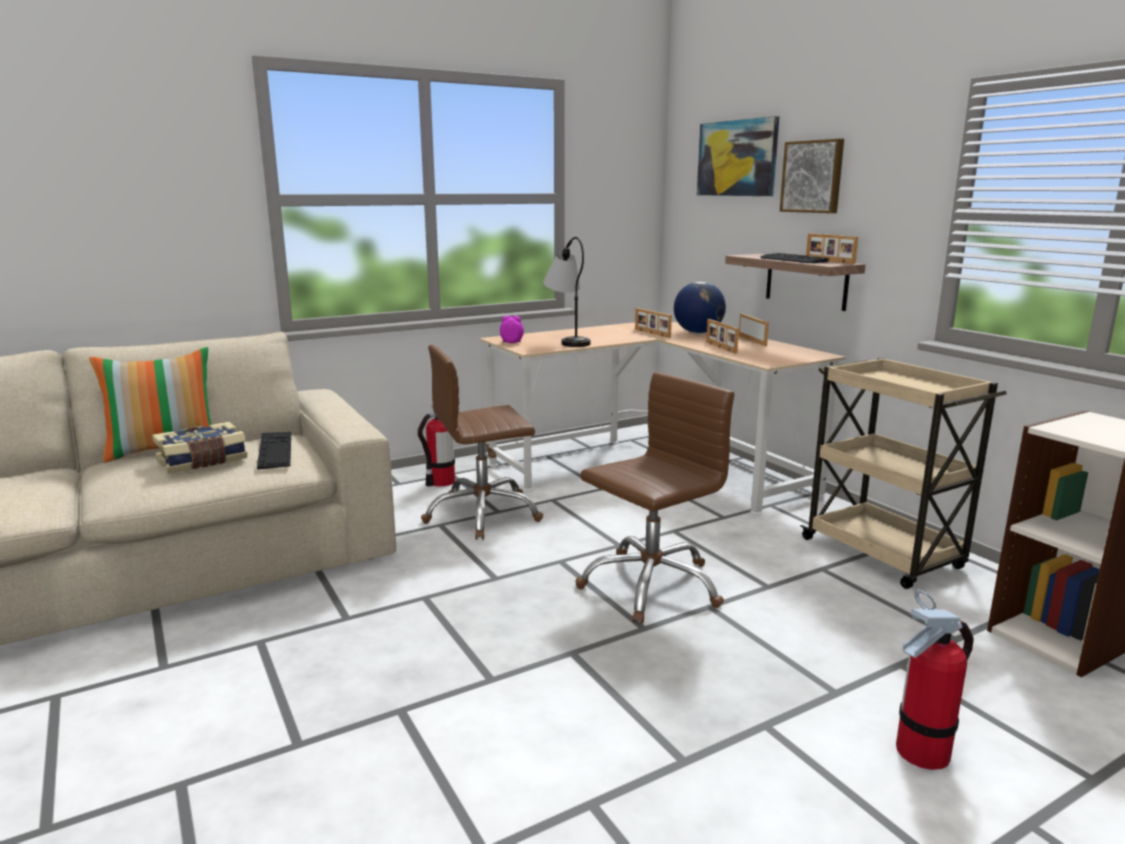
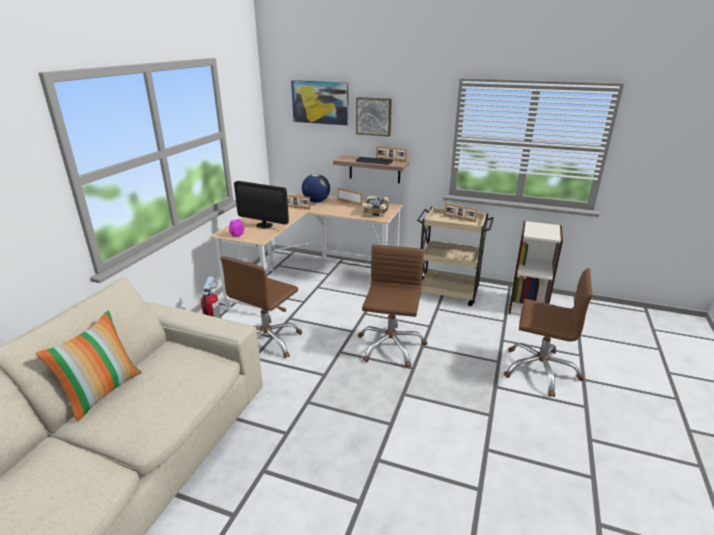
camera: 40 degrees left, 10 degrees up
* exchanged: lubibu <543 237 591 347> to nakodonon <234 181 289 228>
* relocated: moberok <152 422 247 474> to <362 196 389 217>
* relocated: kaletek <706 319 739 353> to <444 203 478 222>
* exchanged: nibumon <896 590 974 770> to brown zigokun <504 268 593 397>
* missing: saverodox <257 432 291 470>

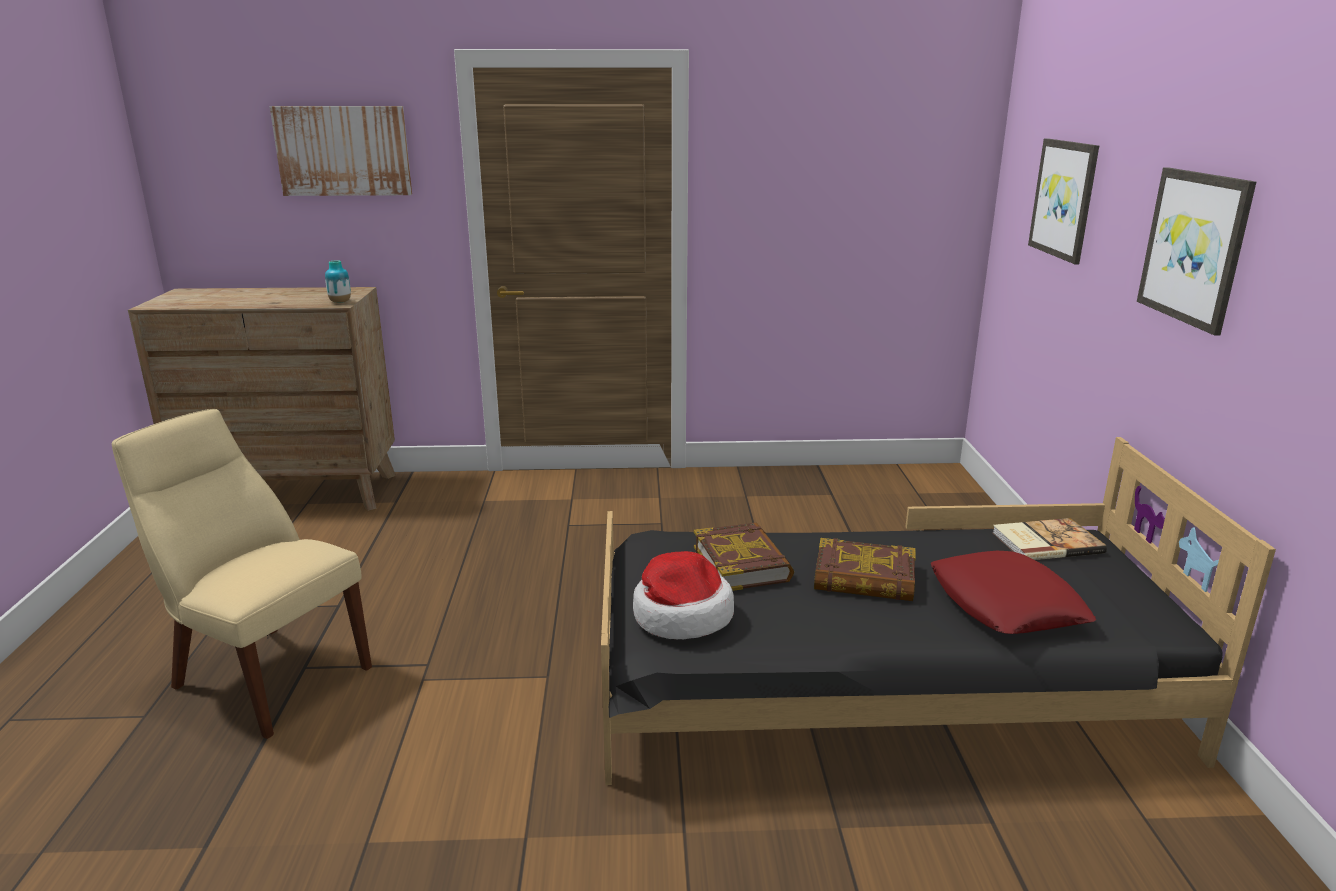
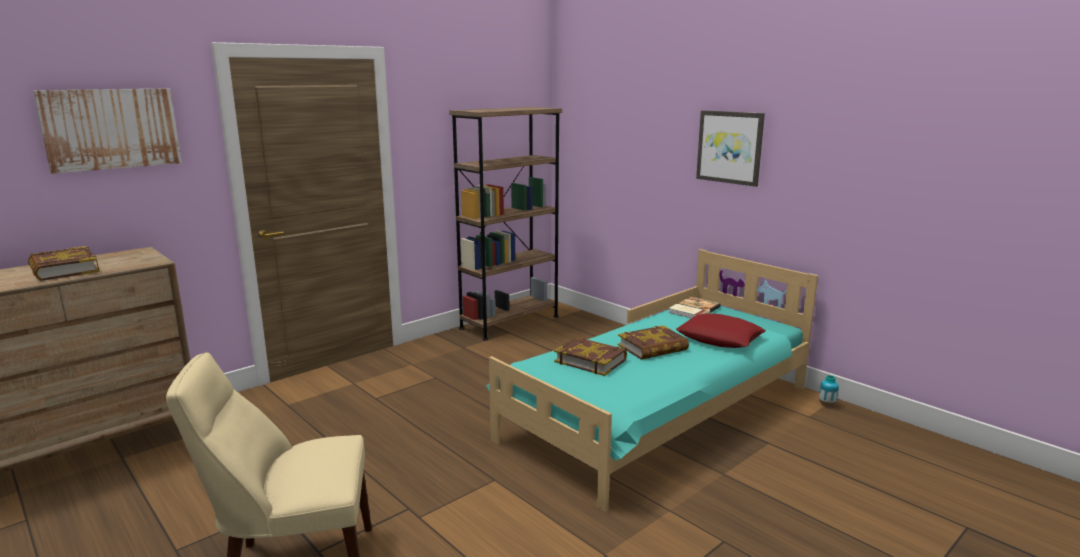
camera: 40 degrees left, 5 degrees down
* appeared: moberok <28 246 99 281>
* appeared: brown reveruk <449 107 562 341>
* colour: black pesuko <601 437 1276 785> to turquoise pesuko <487 249 818 512>
* relocated: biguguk <325 260 351 303> to <819 375 839 406>
* missing: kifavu <633 551 734 639>
* missing: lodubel <1028 138 1099 264>

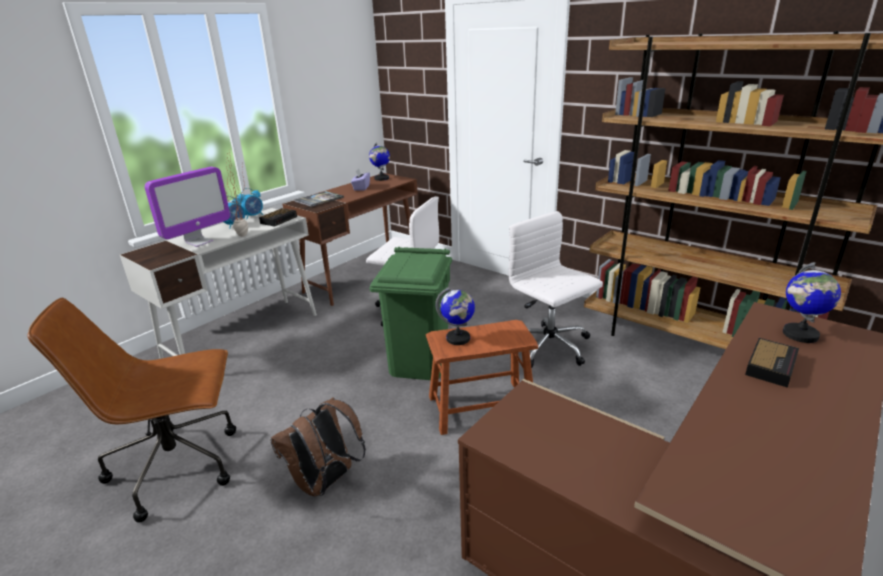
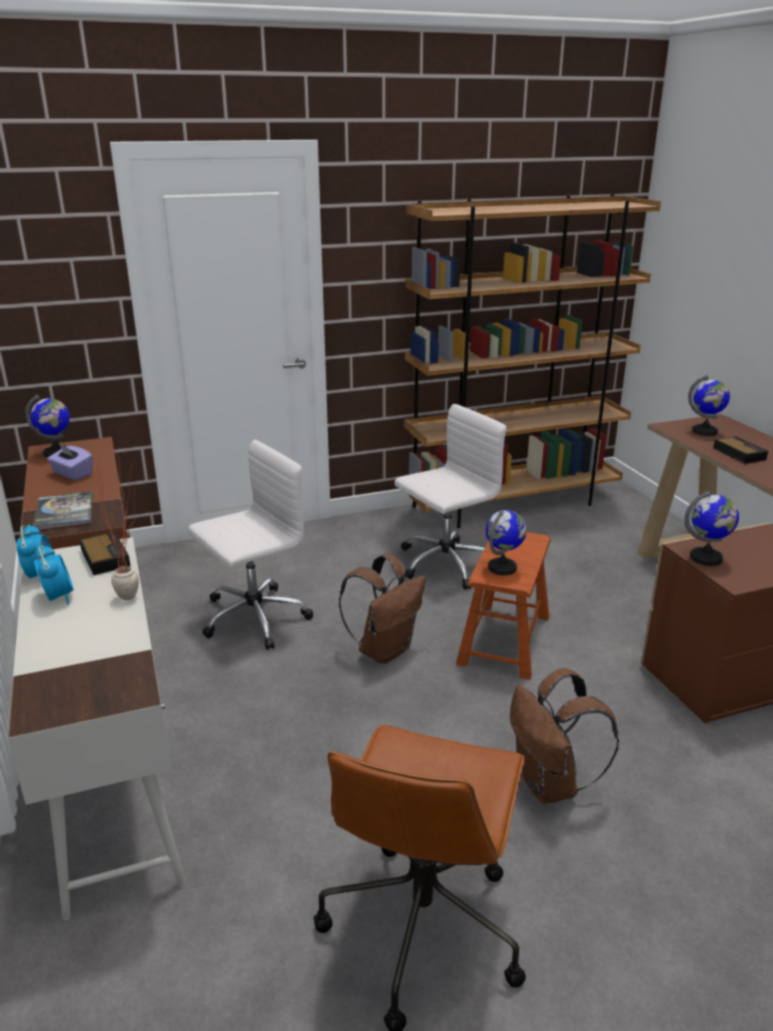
camera: 60 degrees left, 0 degrees up
* exchanged: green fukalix <370 247 452 380> to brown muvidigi <339 554 425 664>
* spun: white zigokun <509 211 603 368> = <395 404 506 590> 150 degrees clockwise
* appeared: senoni <685 491 739 566>
* missing: nakodonon <145 167 230 247>

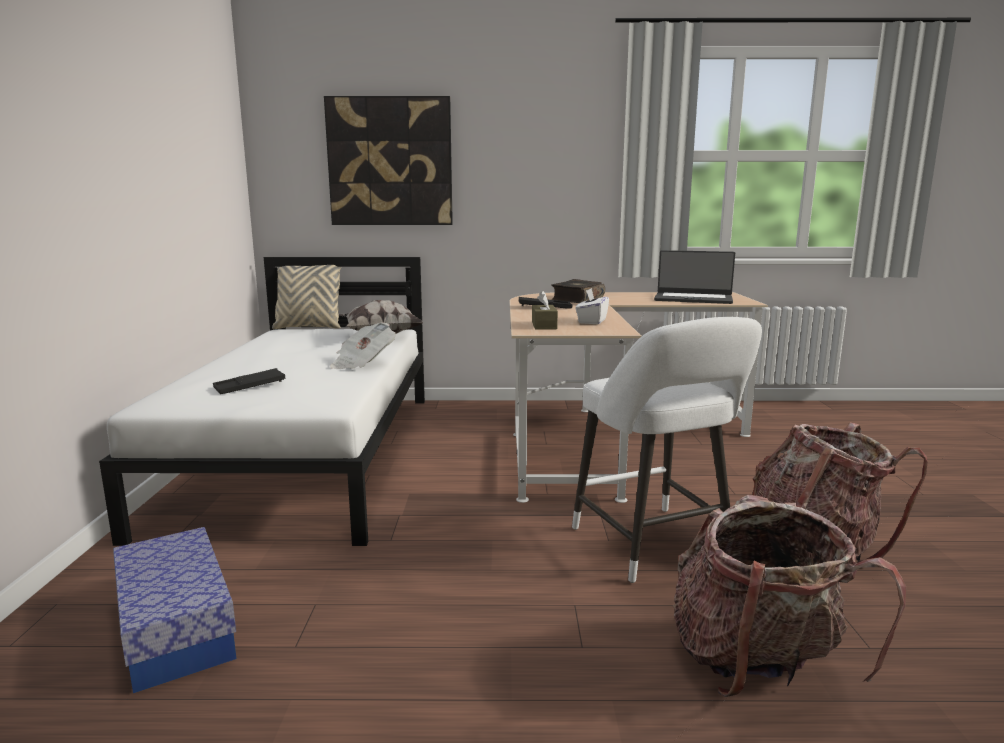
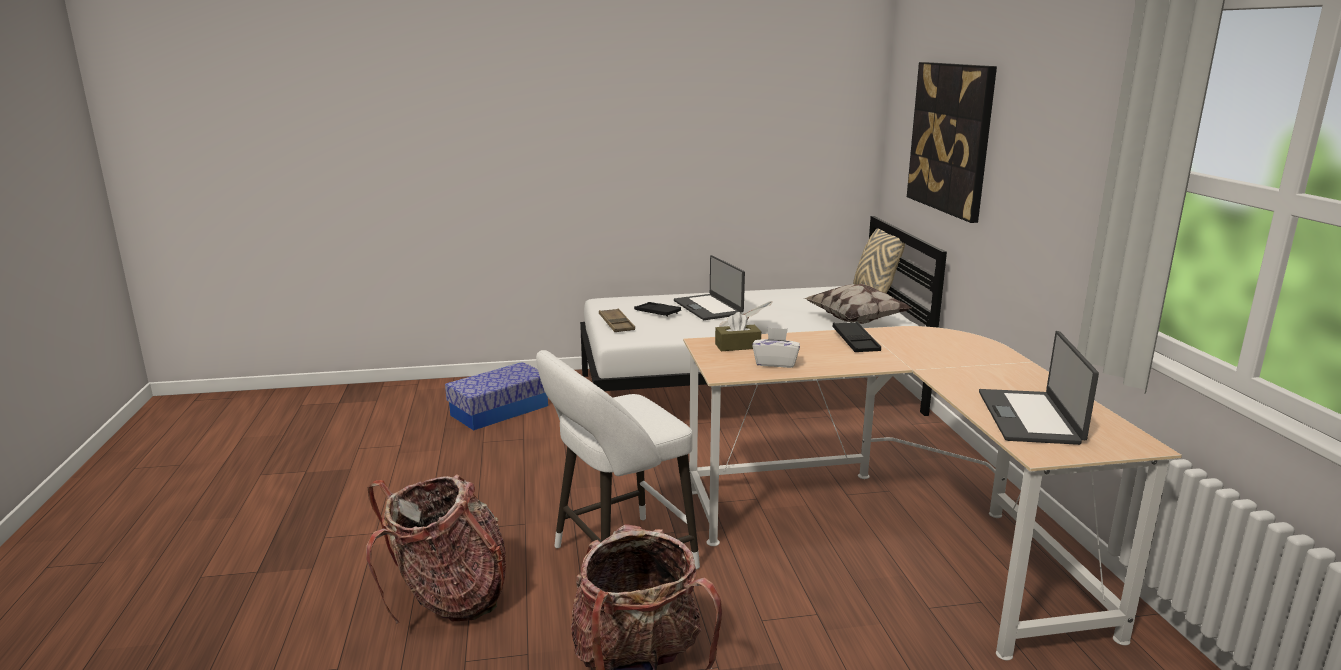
camera: 80 degrees right, 5 degrees up
* appeared: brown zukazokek <599 308 635 332>
* appeared: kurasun <674 255 745 320>
* missing: moberok <551 279 605 303>

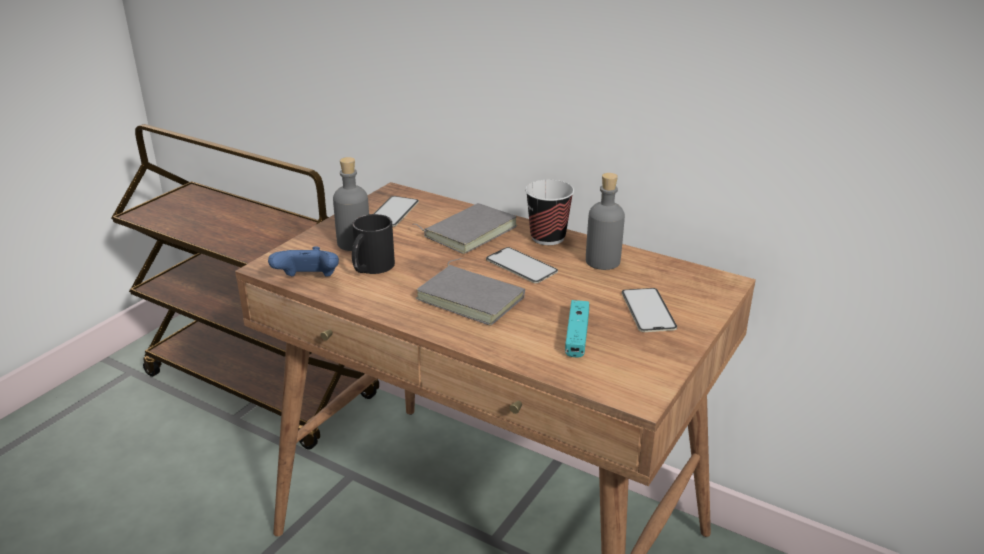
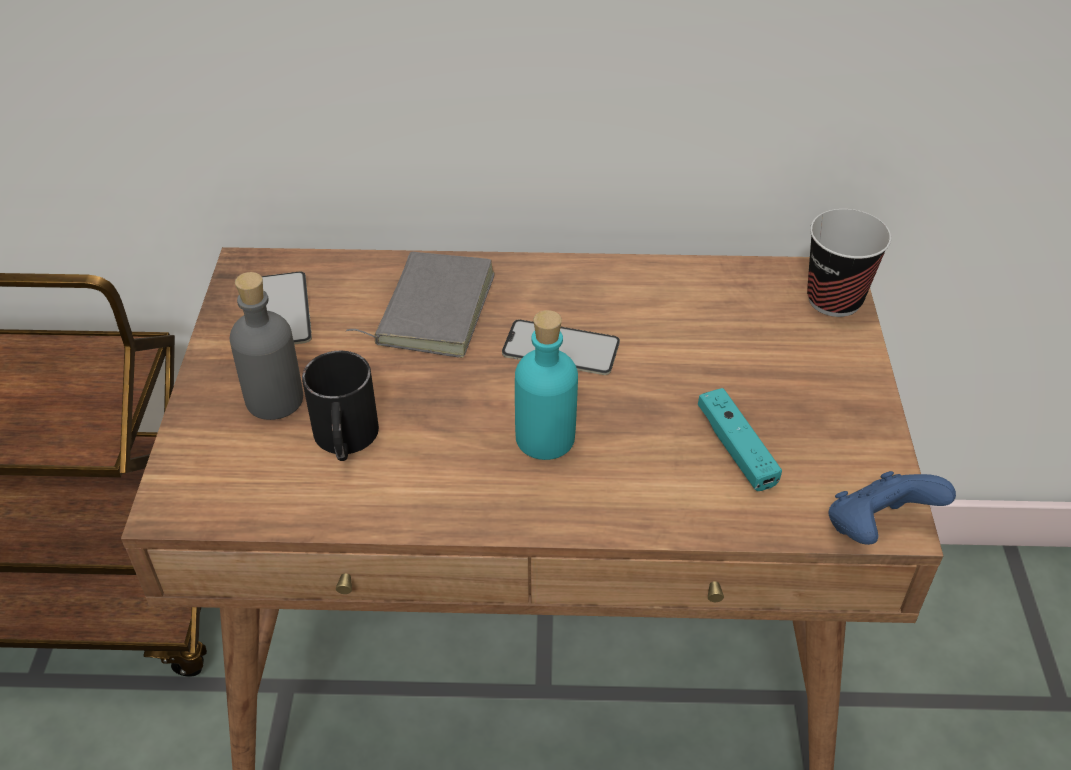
camera: 30 degrees left, 15 degrees up
* exchanged: grey moberok <416 258 525 326> to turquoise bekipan <515 310 578 460>
* relocated: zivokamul <525 180 574 245> to <807 209 891 317>
* relocated: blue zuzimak <268 246 339 277> to <828 471 956 545>
* missing: grey bekipan <586 173 625 270>
* missing: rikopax <622 288 677 332>

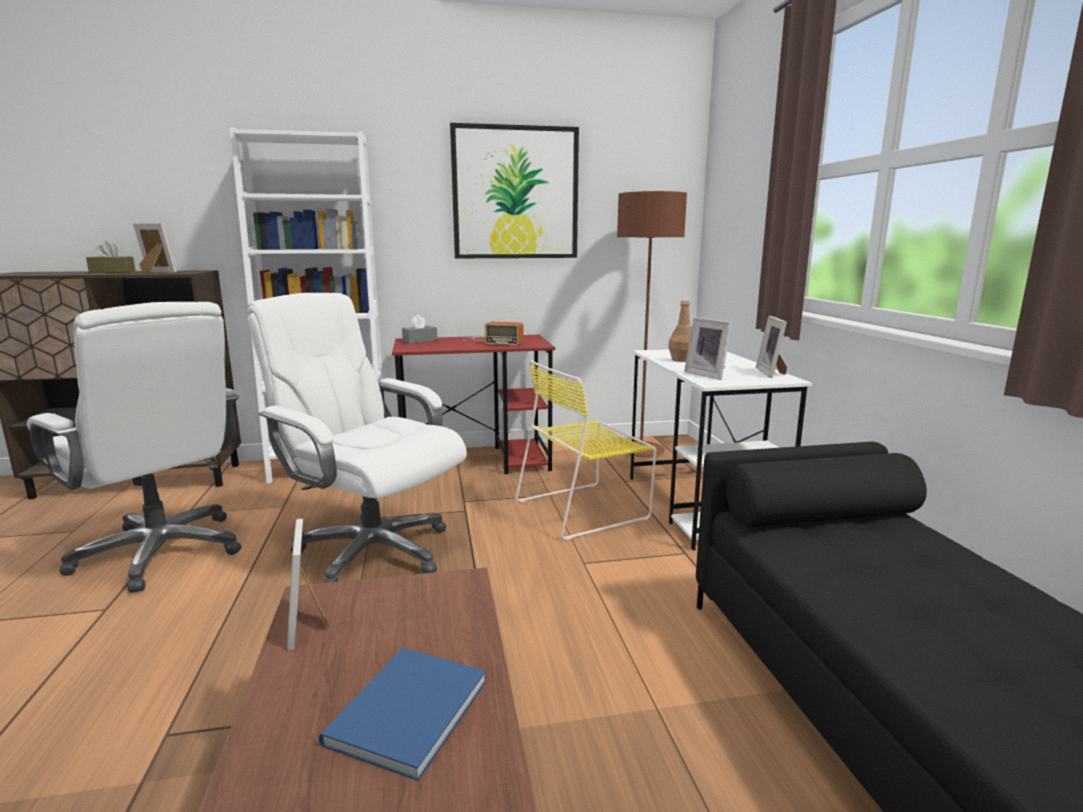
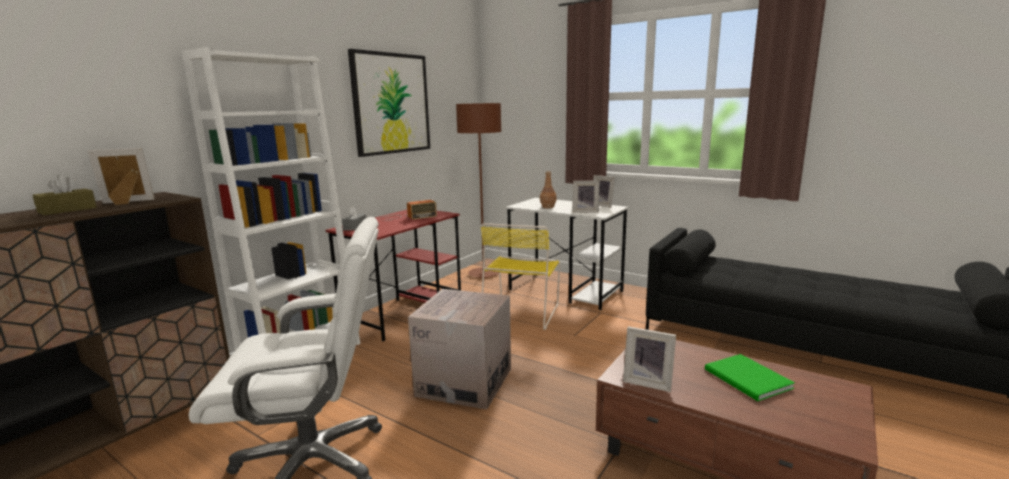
camera: 45 degrees left, 0 degrees up
* exchanged: white zigokun <247 293 467 583> to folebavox <408 289 511 409>
* colour: blue moberok <319 648 486 781> to green moberok <705 354 795 401>

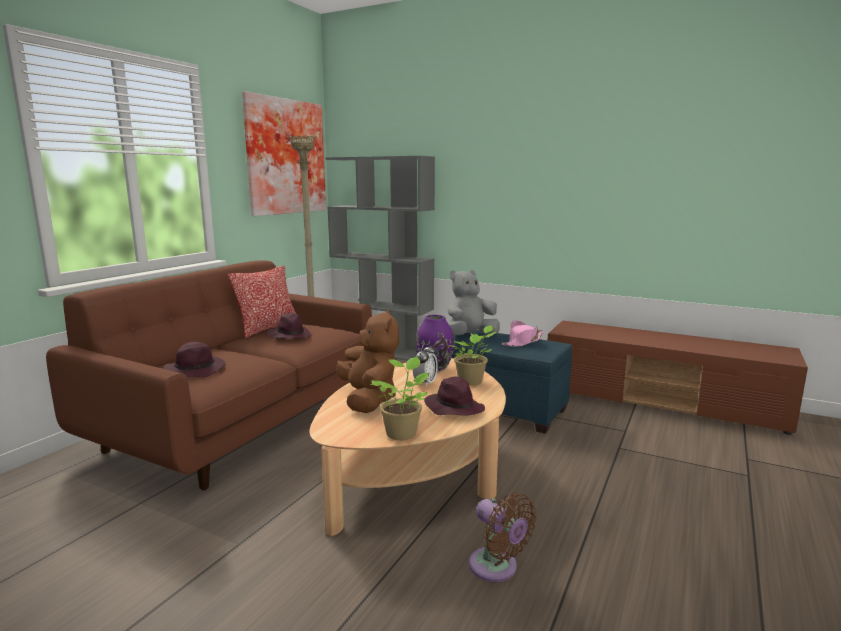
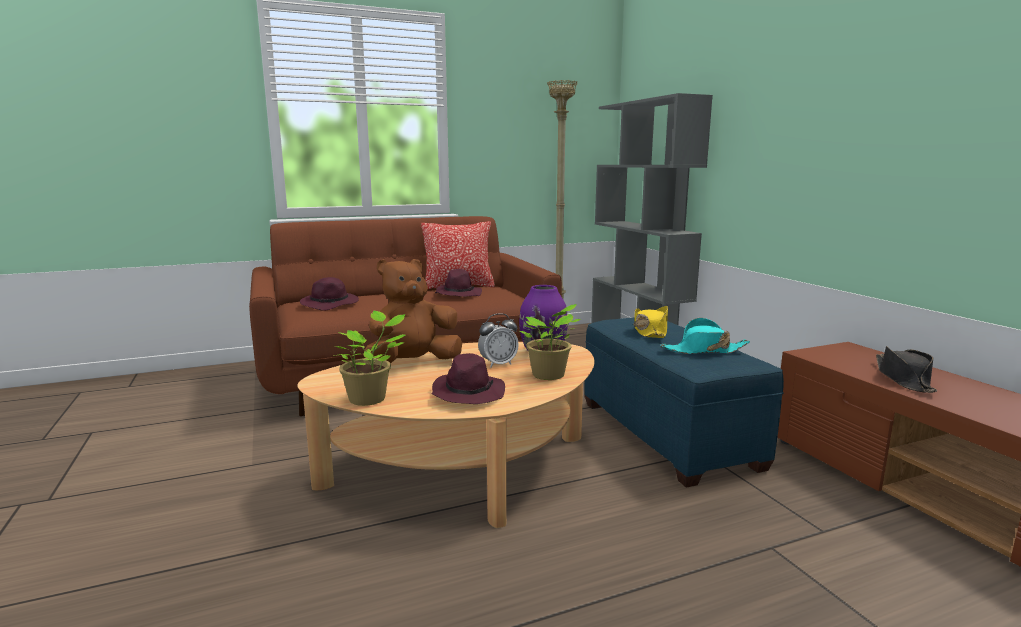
camera: 40 degrees right, 0 degrees up
* spun: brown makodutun <336 309 399 413> = <364 259 462 363> 150 degrees counterclockwise
* exchanged: grey makodutun <448 270 500 336> to yellow kifavu <634 306 668 338>
* colour: pink kifavu <502 320 544 347> to turquoise kifavu <660 318 750 354>
* appeared: black kifavu <876 346 937 393>
* missing: lodubel <242 91 326 216>
* missing: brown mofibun <469 493 536 582>

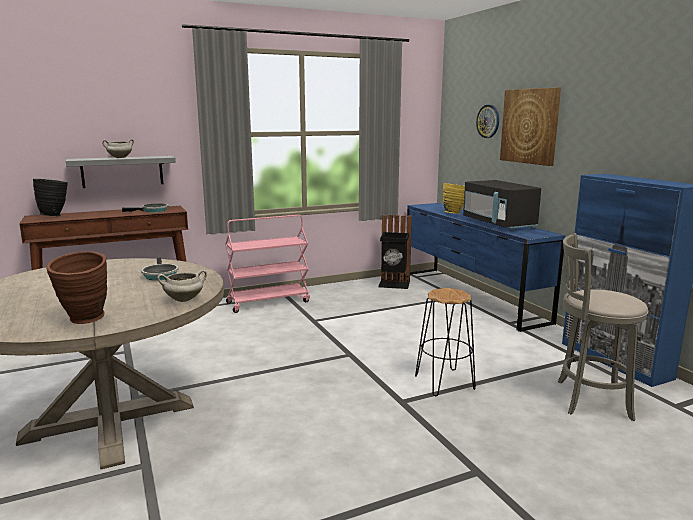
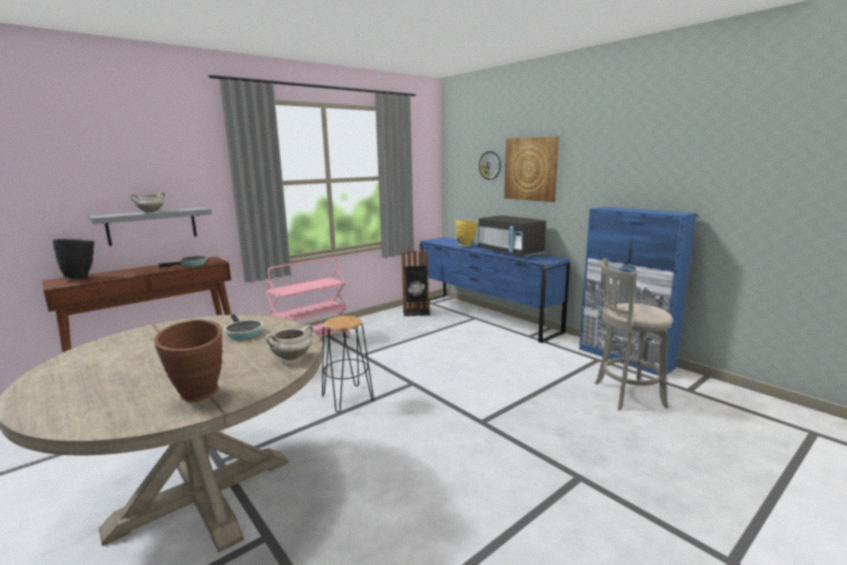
camera: 15 degrees left, 0 degrees up
* relocated: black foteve <415 288 476 396> to <322 316 374 413>

